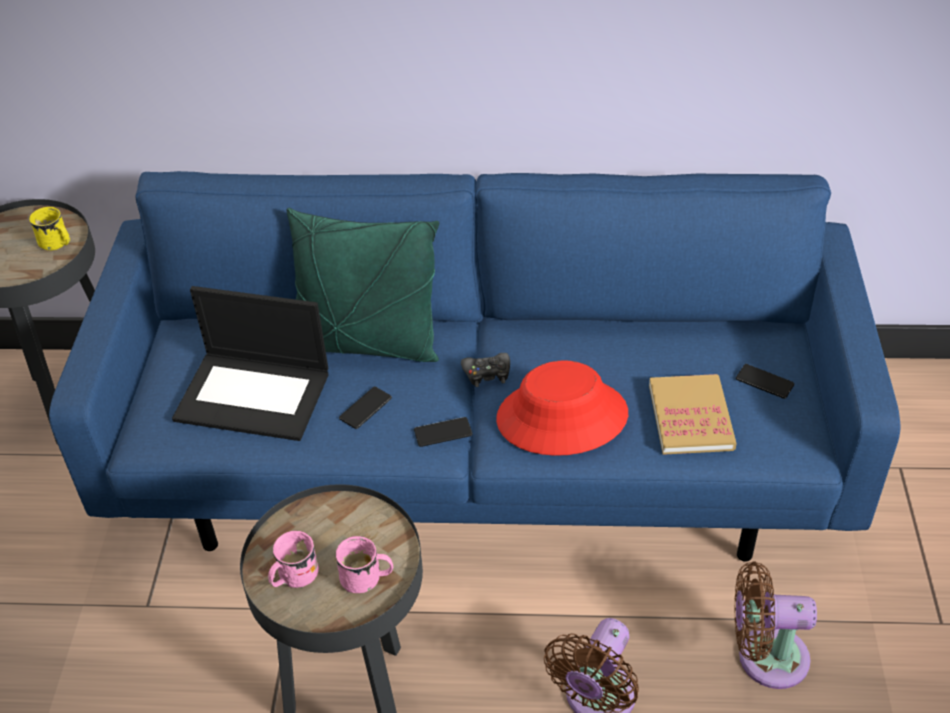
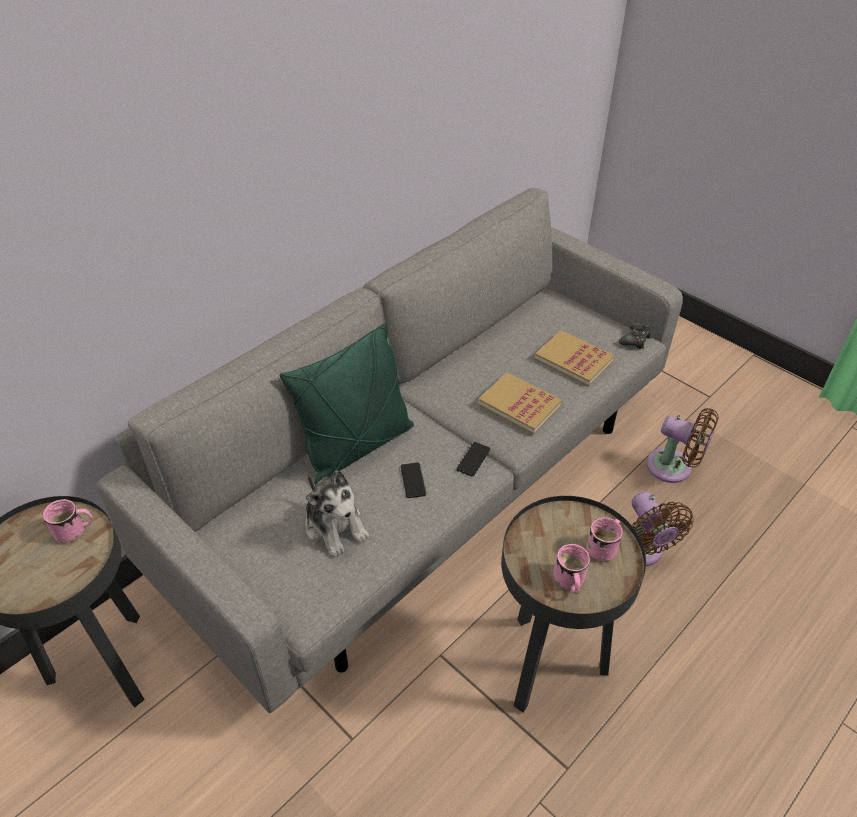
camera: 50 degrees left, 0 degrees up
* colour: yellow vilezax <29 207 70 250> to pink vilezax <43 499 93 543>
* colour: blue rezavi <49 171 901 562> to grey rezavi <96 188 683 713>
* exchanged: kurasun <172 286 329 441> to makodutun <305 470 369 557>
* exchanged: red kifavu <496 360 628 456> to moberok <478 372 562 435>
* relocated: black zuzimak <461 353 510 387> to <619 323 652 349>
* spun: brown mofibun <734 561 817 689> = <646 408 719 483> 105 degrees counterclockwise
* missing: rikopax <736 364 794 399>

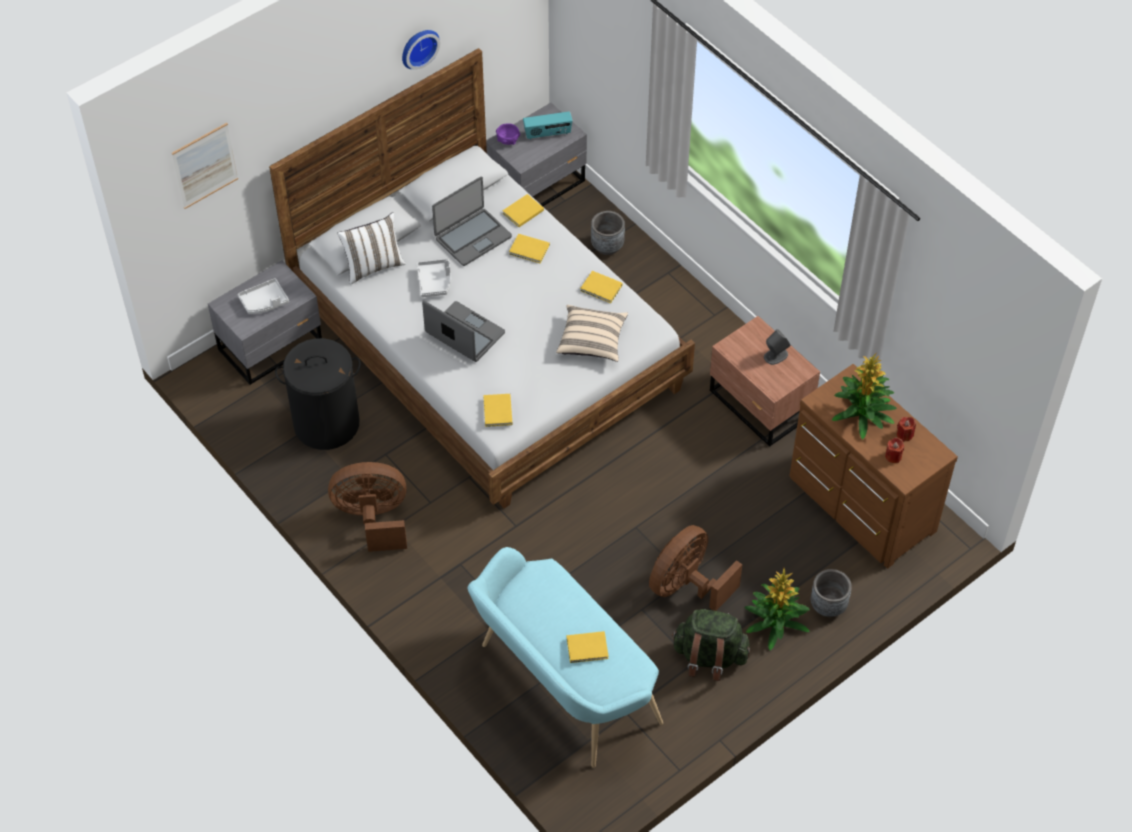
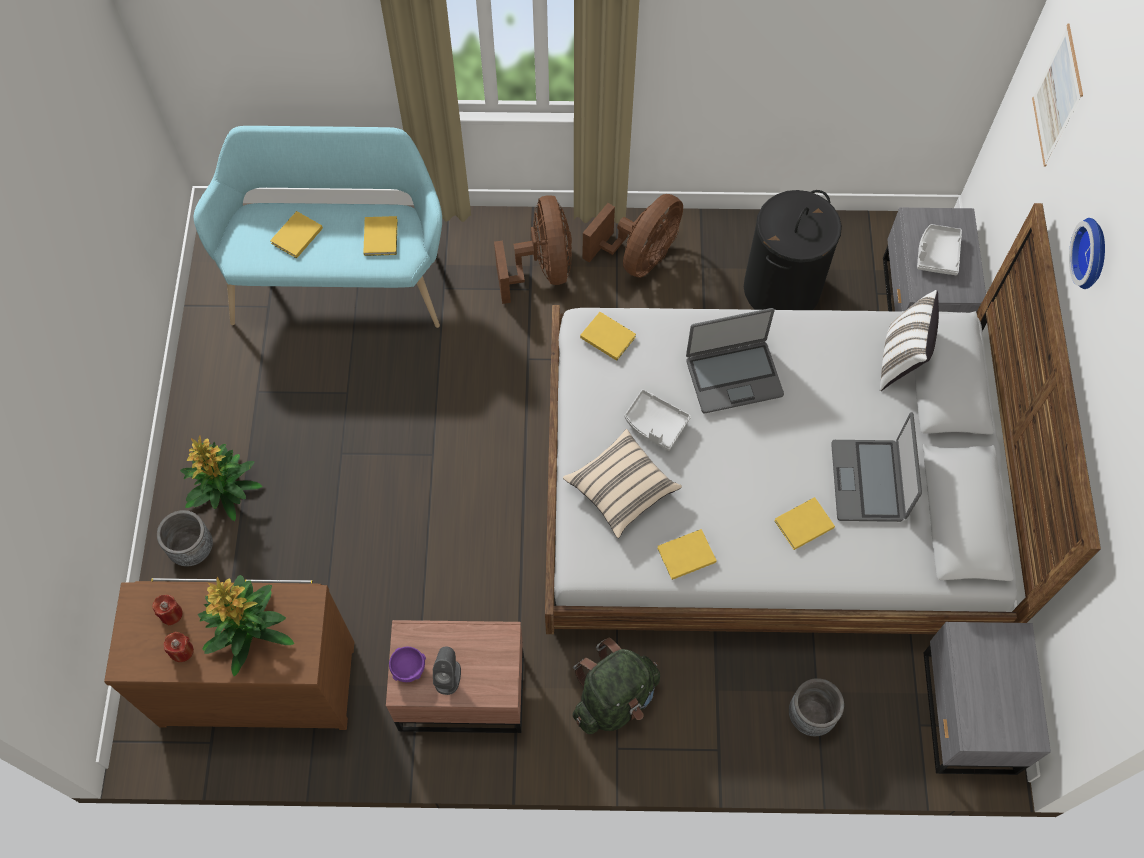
camera: 130 degrees right, 10 degrees up
* relocated: yellow moberok <502 194 544 227> to <363 216 398 256>
* relocated: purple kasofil <496 123 520 145> to <389 647 426 682>
* relocated: brown mofibun <649 525 742 611> to <494 195 572 304>
* relocated: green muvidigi <672 609 750 681> to <572 638 660 734>
* relocated: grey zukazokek <417 259 451 297> to <624 389 691 451>
* relocated: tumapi <402 30 440 70> to <1069 218 1105 289>
* missing: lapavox <523 111 573 140>

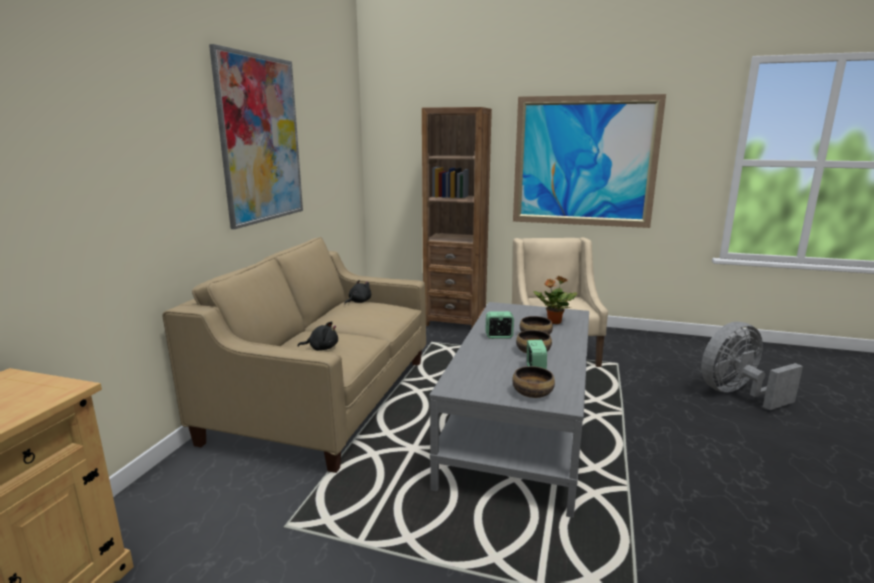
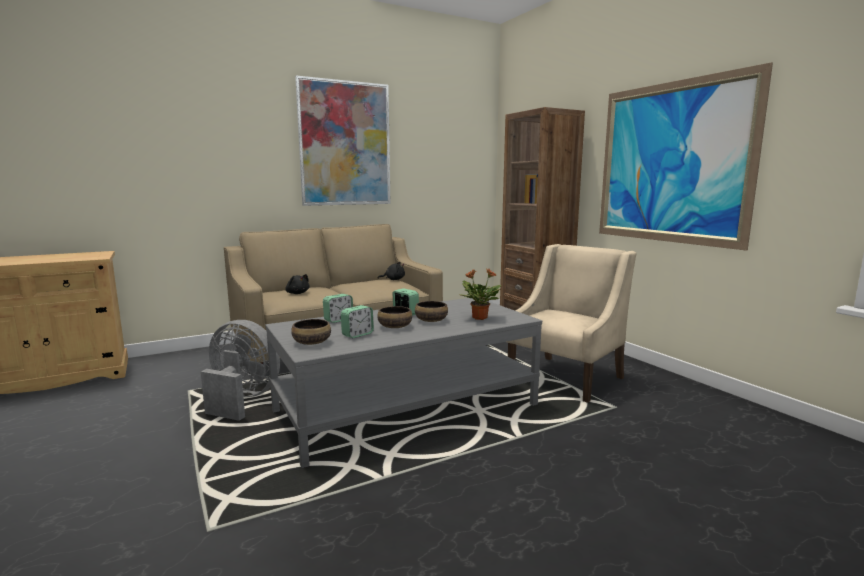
camera: 45 degrees right, 5 degrees down
* relocated: grey mofibun <701 322 803 410> to <201 320 280 421>
* appeared: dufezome <323 294 353 323>

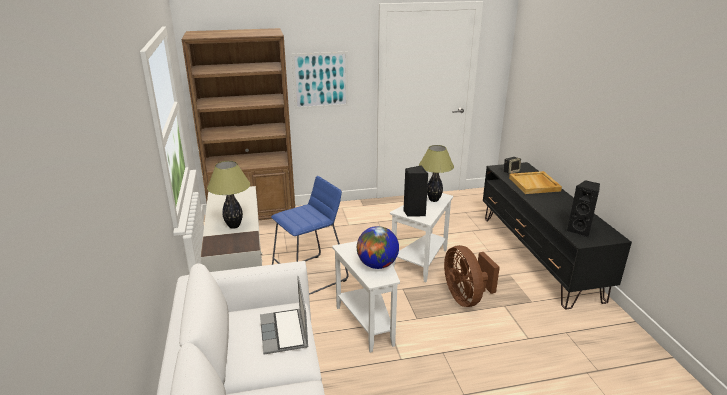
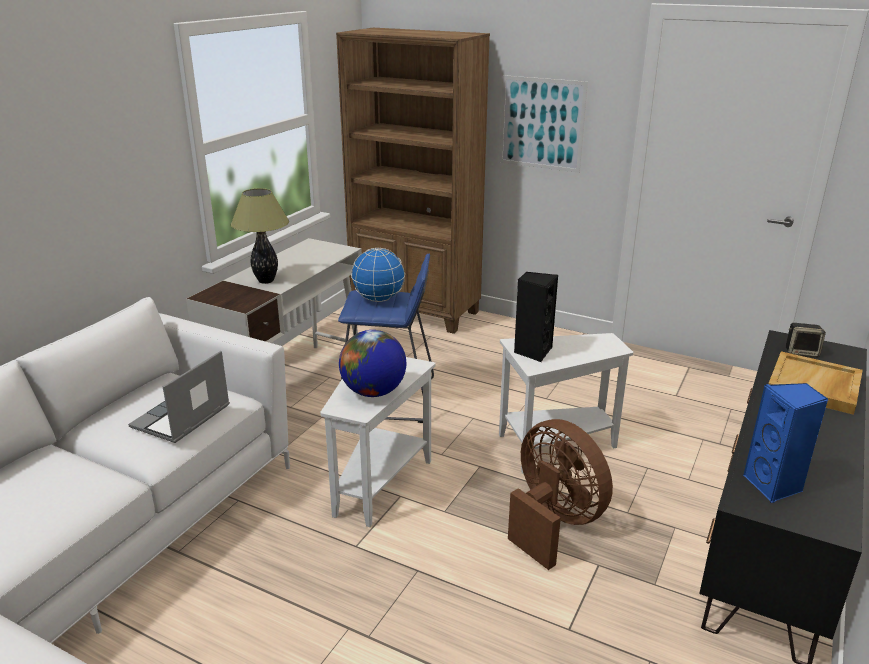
camera: 40 degrees right, 0 degrees up
* appeared: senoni <351 248 405 302>
* spun: brown mofibun <444 245 500 307> = <508 419 613 570> 120 degrees clockwise
* colour: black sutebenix <567 180 600 237> to blue sutebenix <743 383 828 503>
* missing: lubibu <419 145 454 202>

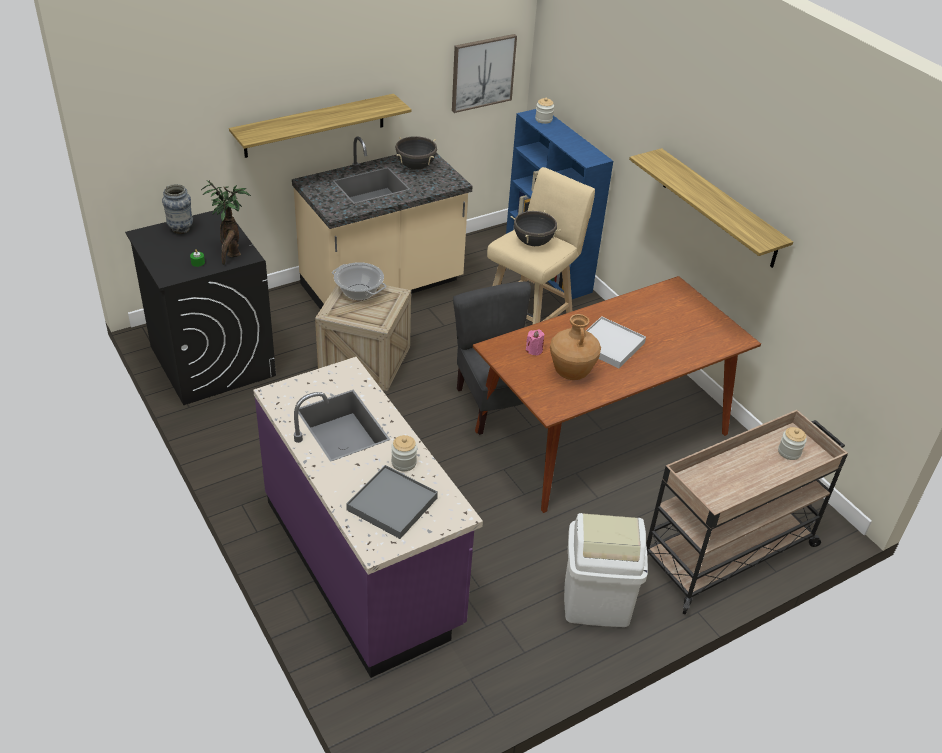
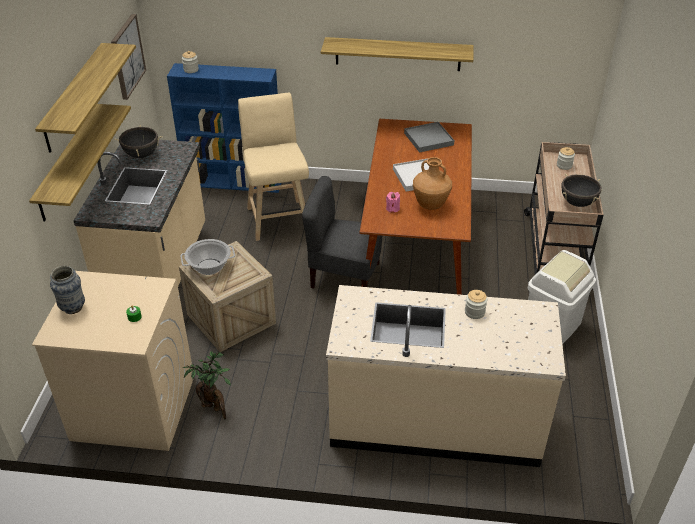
camera: 50 degrees left, 0 degrees up
* colour: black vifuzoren <125 209 276 405> to beige vifuzoren <32 271 194 451>
* appeared: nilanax <35 43 136 153>
* relocated: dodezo <201 180 251 265> to <183 351 231 419>
* colour: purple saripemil <253 357 483 678> to beige saripemil <326 285 566 467>
* relocated: grey zukazokek <346 465 438 539> to <404 122 454 153>
* relocated: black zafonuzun <510 210 561 246> to <561 174 602 207>

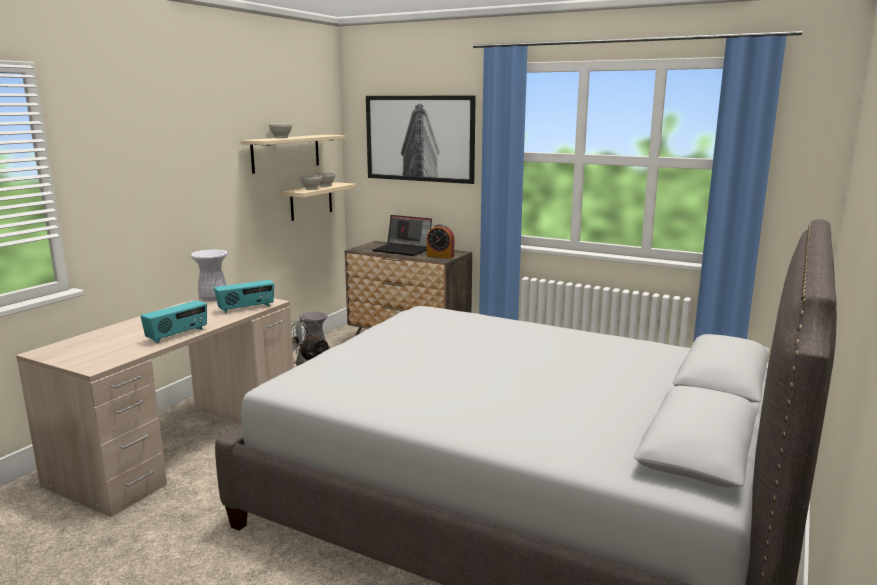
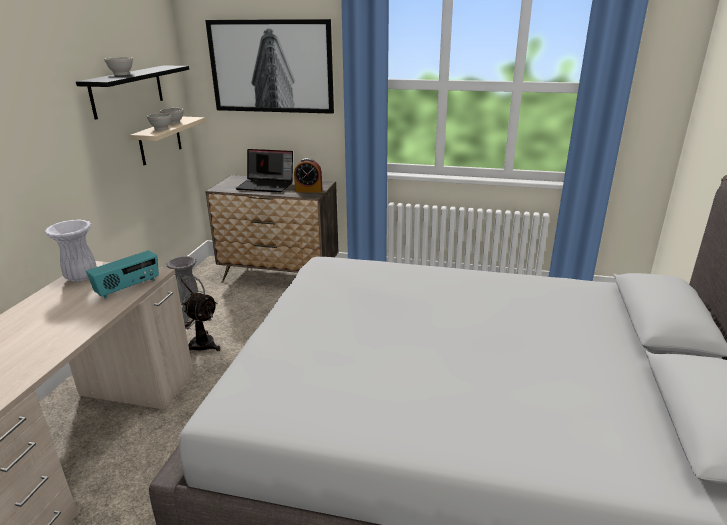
camera: 15 degrees left, 10 degrees up
* colour: beige nilanax <241 135 345 174> to black nilanax <76 65 189 120>
* missing: lapavox <140 300 207 343>

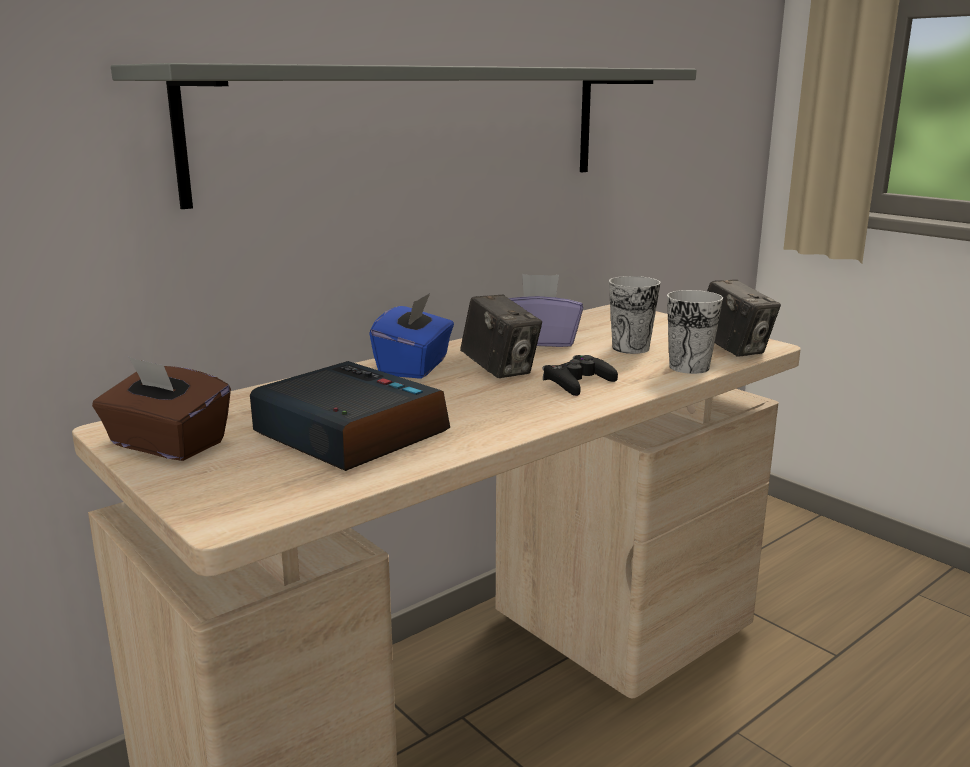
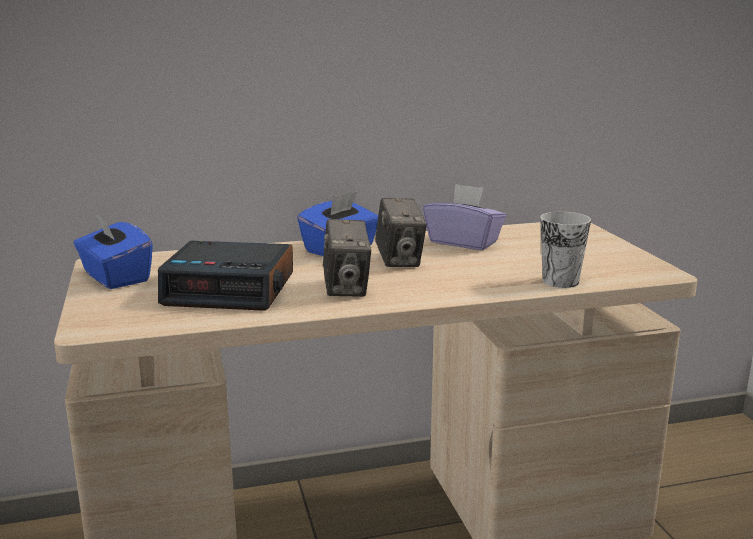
camera: 25 degrees right, 0 degrees up
* colour: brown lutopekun <92 356 231 461> to blue lutopekun <74 213 153 289>
* spun: dufezome <250 361 450 471> = <158 241 293 311> 120 degrees clockwise
* relocated: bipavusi <707 280 781 357> to <323 219 371 297>
* missing: grey nilanax <111 63 697 209>
* missing: black zuzimak <542 355 618 396>
* missing: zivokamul <609 276 661 354>

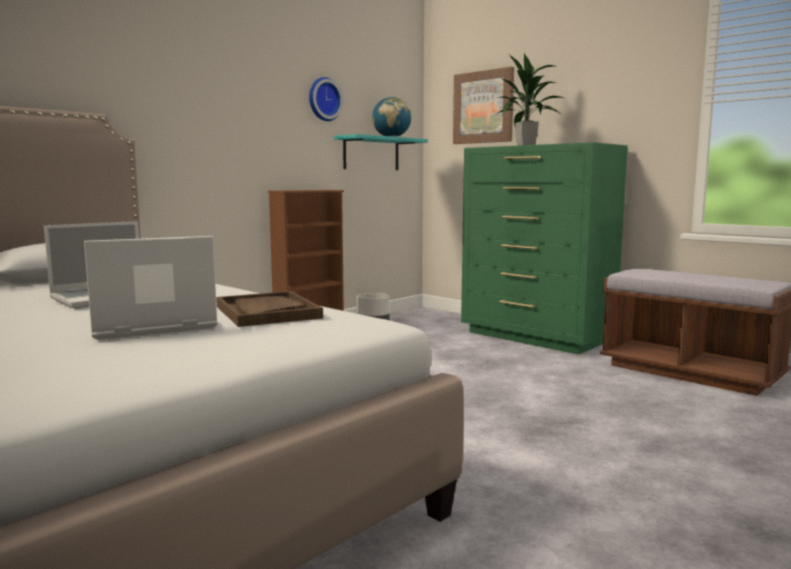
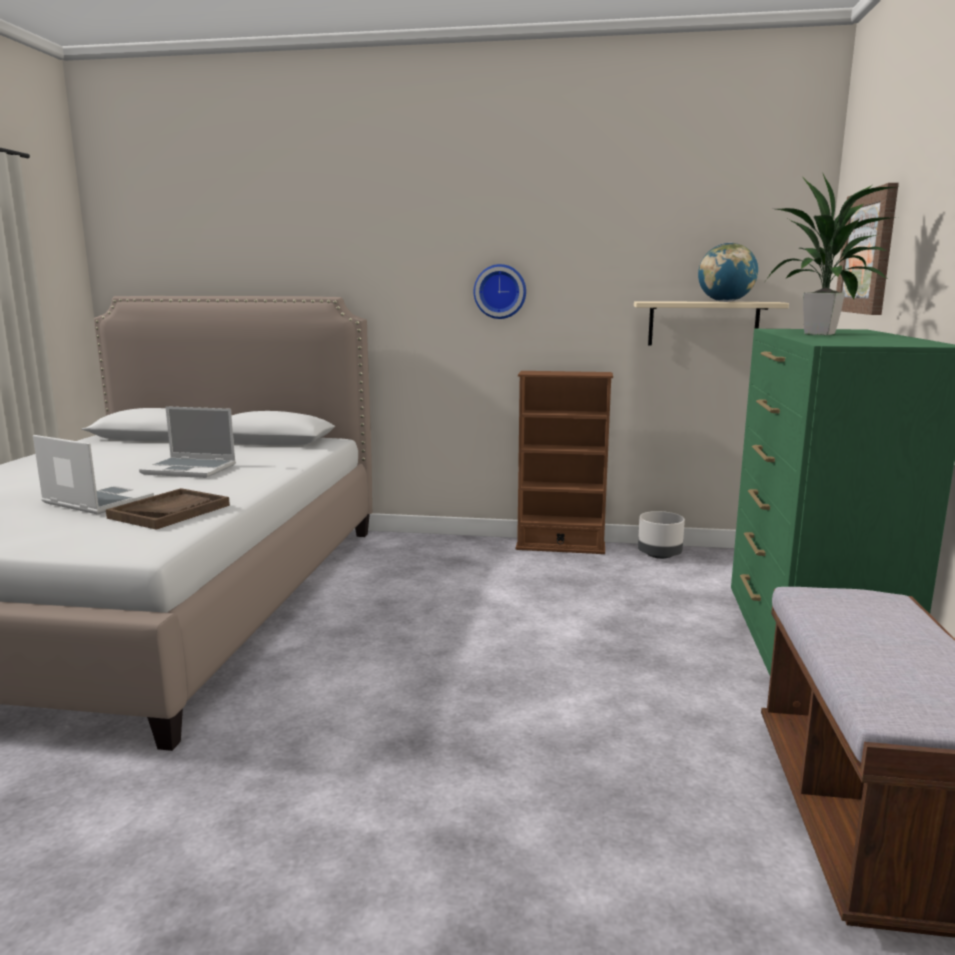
camera: 55 degrees right, 5 degrees up
* relocated: tumapi <309 77 343 121> to <474 264 526 319>
* colour: turquoise nilanax <334 134 428 170> to beige nilanax <634 301 789 345>

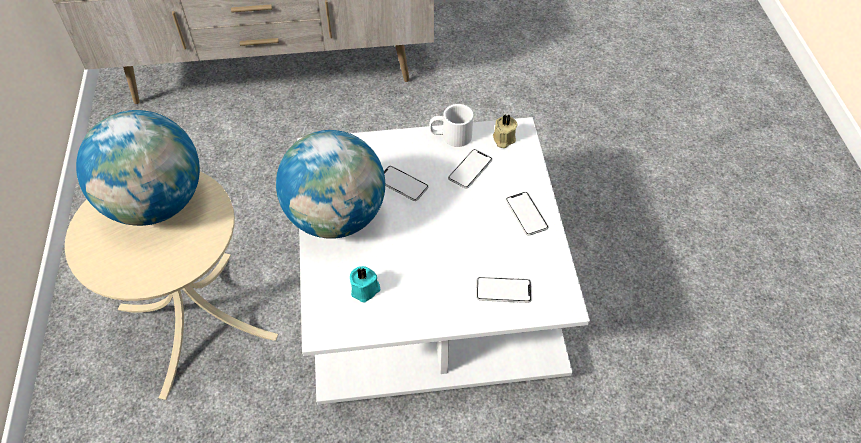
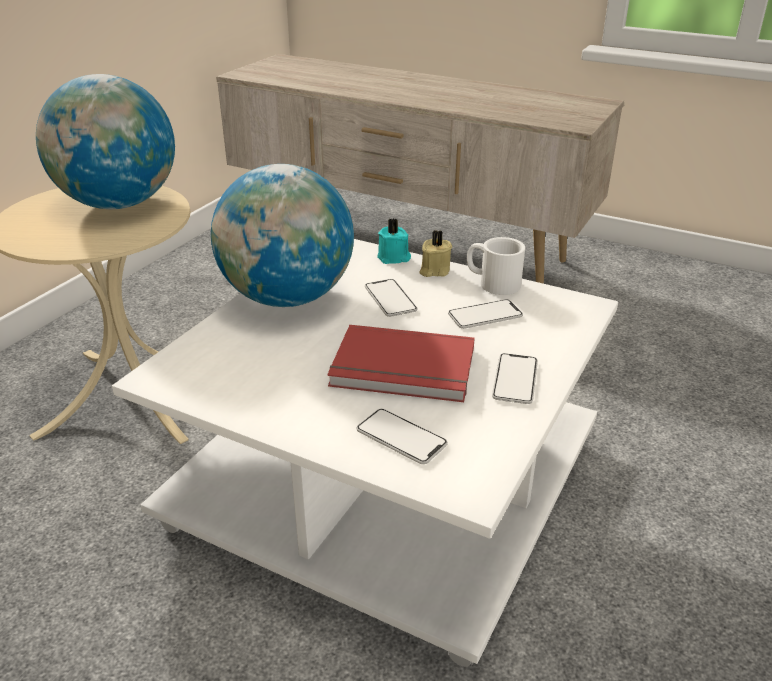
camera: 35 degrees right, 20 degrees down
* appeared: red moberok <327 325 474 402>
* relocated: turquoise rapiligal <350 266 380 302> to <377 218 411 264>
* relocated: beige rapiligal <493 114 518 148> to <419 231 452 277>

